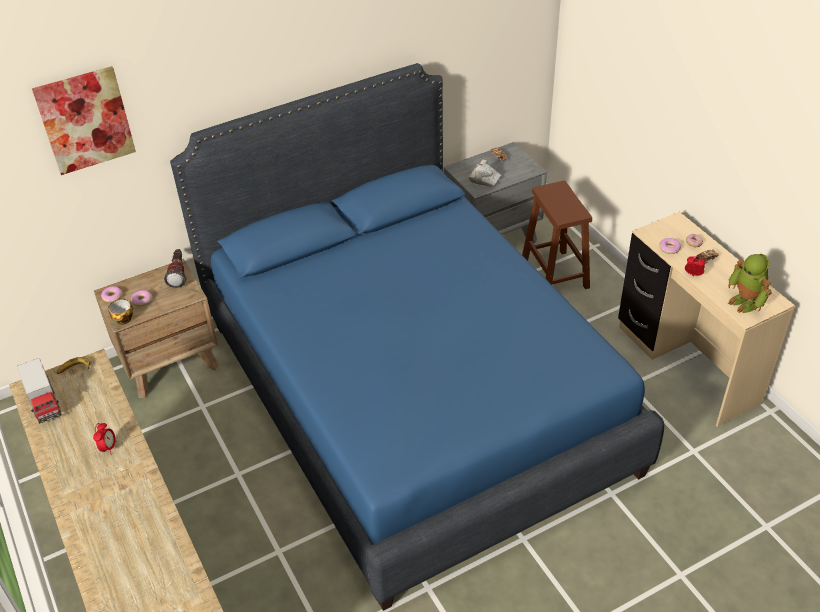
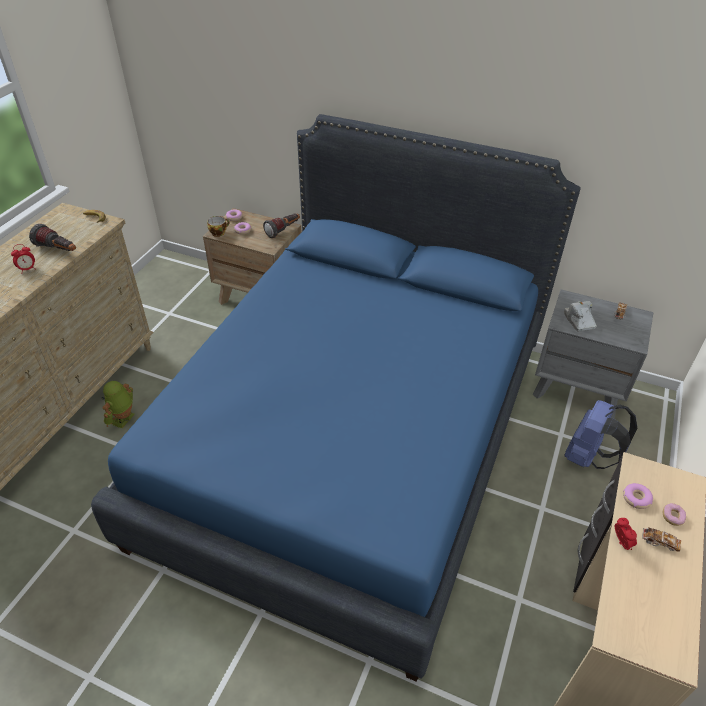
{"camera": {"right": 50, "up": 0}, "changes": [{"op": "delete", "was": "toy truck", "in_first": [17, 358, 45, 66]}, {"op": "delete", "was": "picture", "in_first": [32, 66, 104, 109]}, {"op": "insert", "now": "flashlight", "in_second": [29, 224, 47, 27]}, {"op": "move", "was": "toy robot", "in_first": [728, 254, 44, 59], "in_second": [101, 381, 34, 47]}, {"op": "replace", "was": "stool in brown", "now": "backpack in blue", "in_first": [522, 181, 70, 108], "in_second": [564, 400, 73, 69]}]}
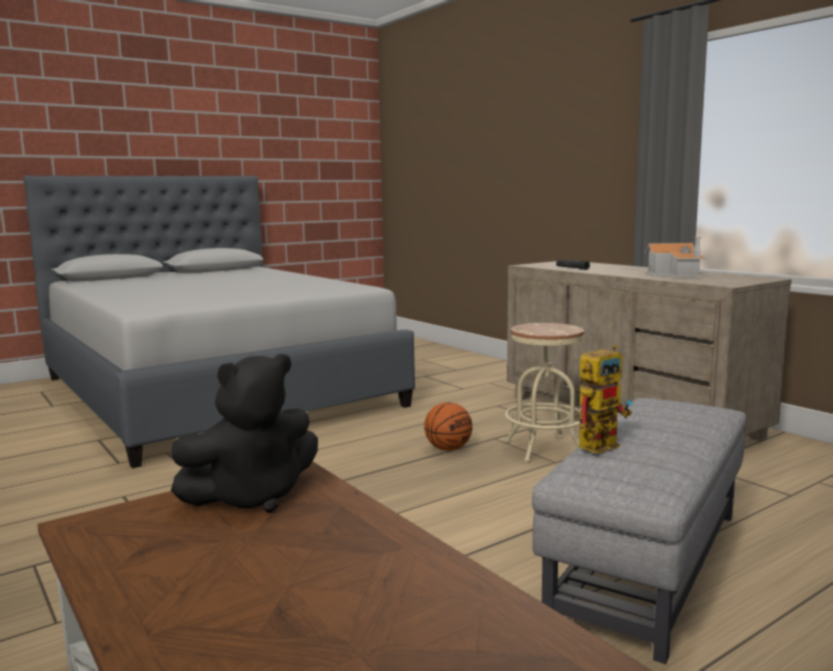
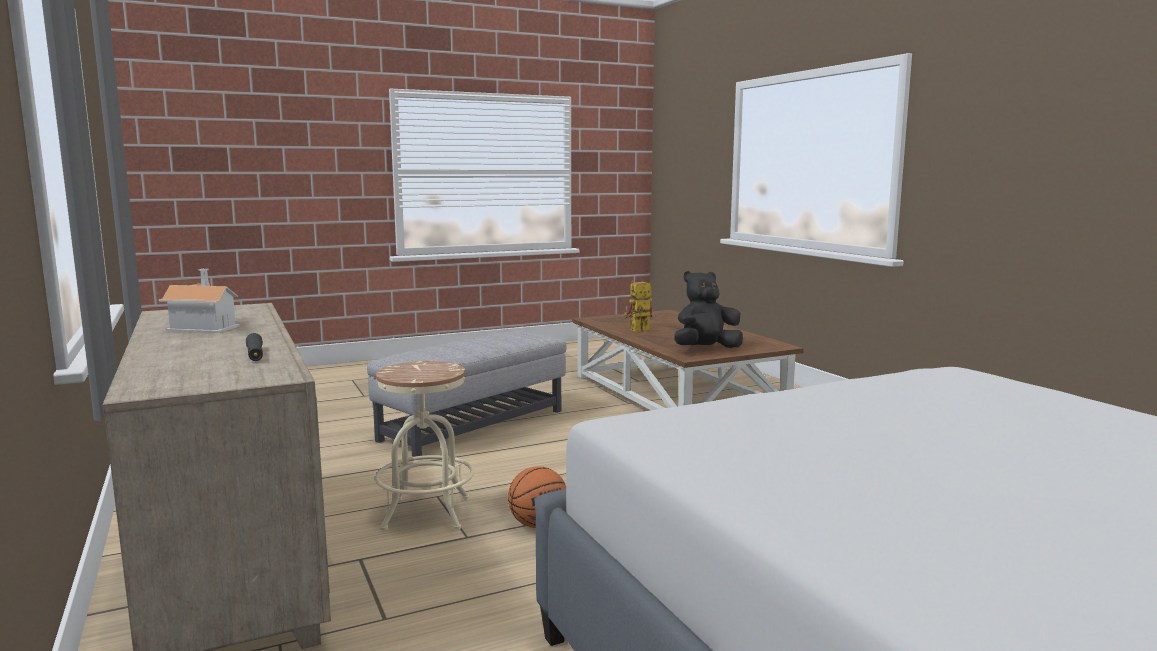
{"camera": {"right": -170, "up": 0}, "changes": [{"op": "move", "was": "toy robot", "in_first": [579, 345, 53, 109], "in_second": [624, 280, 29, 51]}]}
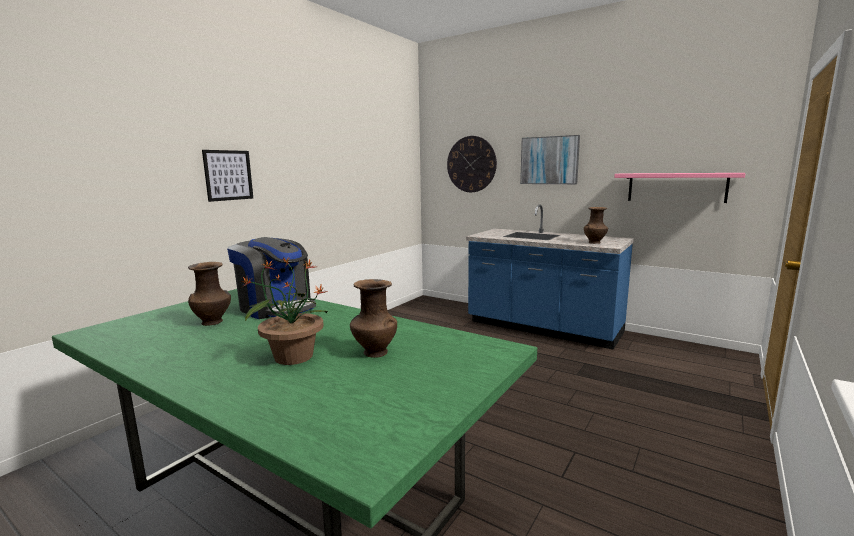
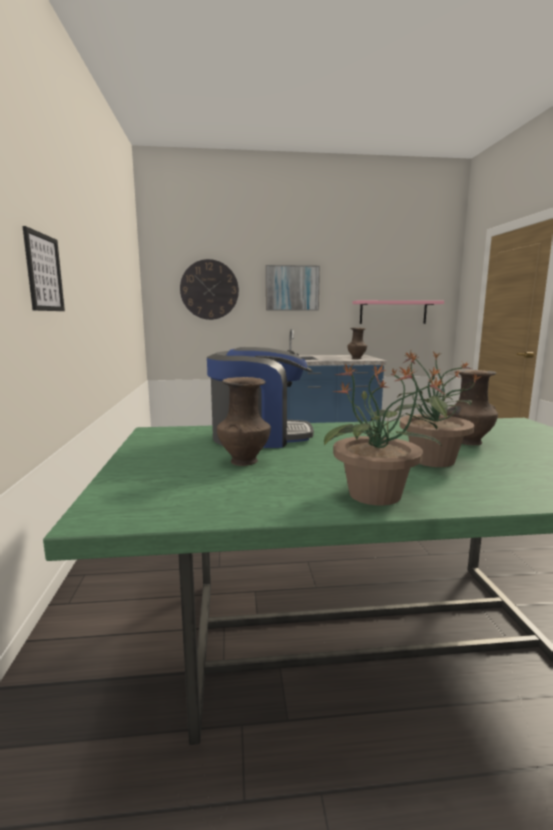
{"camera": {"right": -40, "up": 0}, "changes": [{"op": "insert", "now": "potted plant", "in_second": [324, 364, 121, 142]}]}
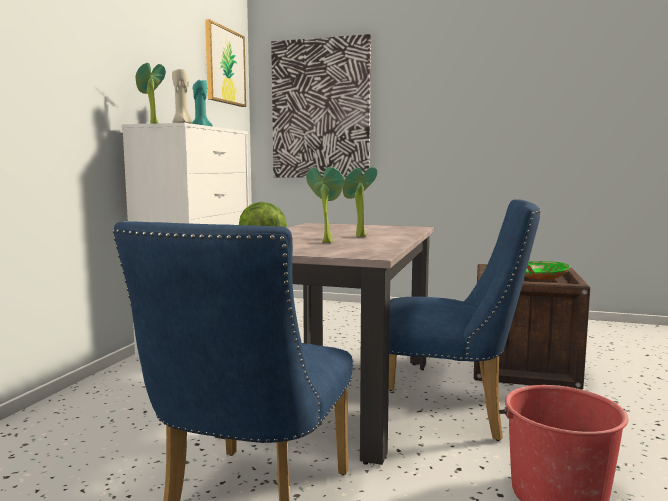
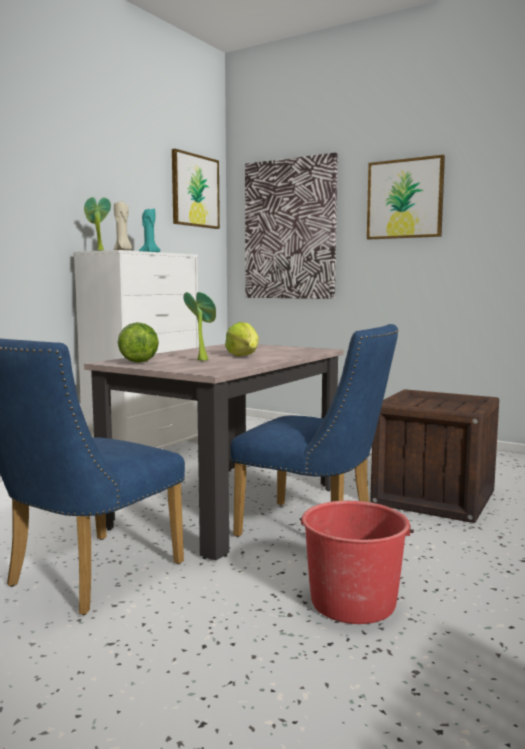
{"camera": {"right": 15, "up": 0}, "changes": [{"op": "delete", "was": "bowl in green", "in_first": [525, 261, 45, 19]}, {"op": "insert", "now": "picture", "in_second": [367, 155, 78, 85]}, {"op": "replace", "was": "potted plant", "now": "lettuce", "in_first": [343, 167, 34, 70], "in_second": [225, 322, 34, 34]}]}
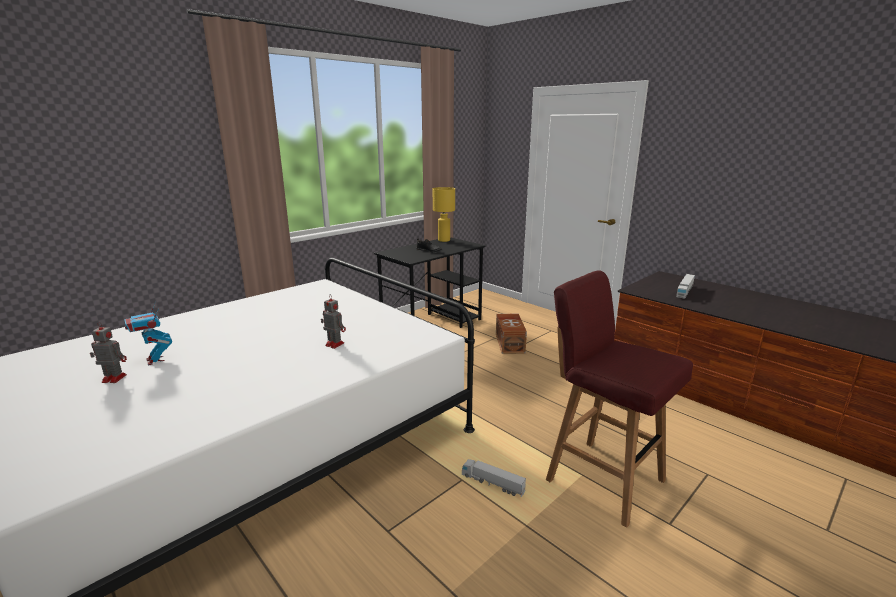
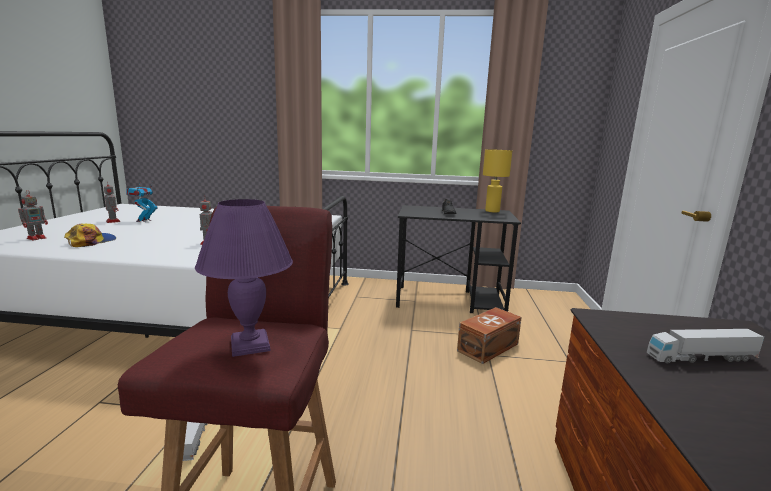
{"camera": {"right": 50, "up": -5}, "changes": [{"op": "insert", "now": "toy robot", "in_second": [18, 190, 30, 50]}, {"op": "insert", "now": "cap", "in_second": [64, 224, 52, 23]}, {"op": "insert", "now": "table lamp in purple", "in_second": [195, 199, 98, 158]}]}
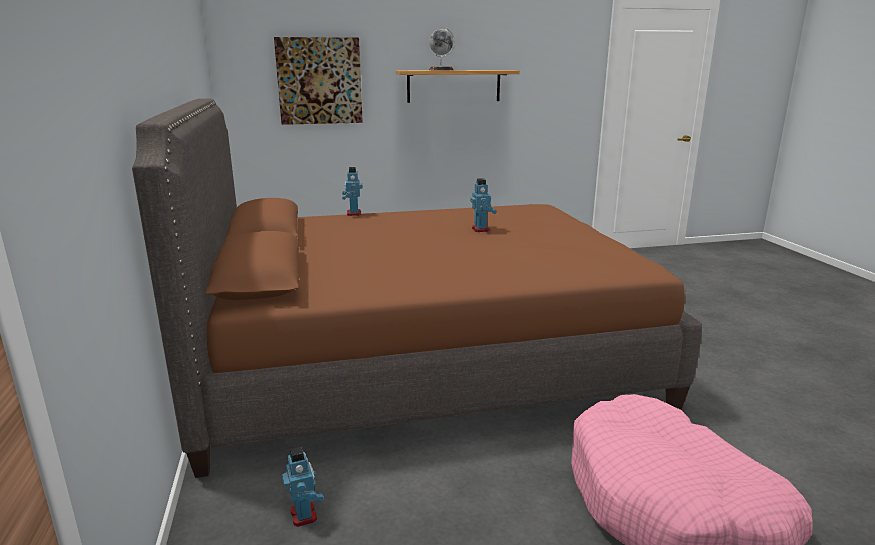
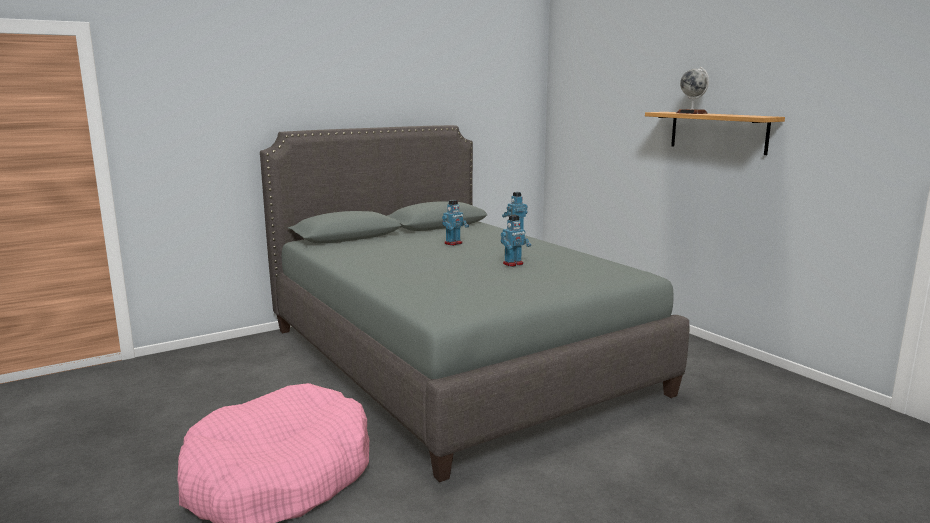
{"camera": {"right": 70, "up": -5}, "changes": [{"op": "delete", "was": "picture", "in_first": [274, 37, 89, 88]}, {"op": "move", "was": "toy robot", "in_first": [282, 447, 42, 80], "in_second": [442, 199, 27, 47]}, {"op": "recolor", "was": "bed in brown", "now": "bed in grey", "in_first": [132, 98, 570, 380], "in_second": [260, 125, 430, 357]}]}
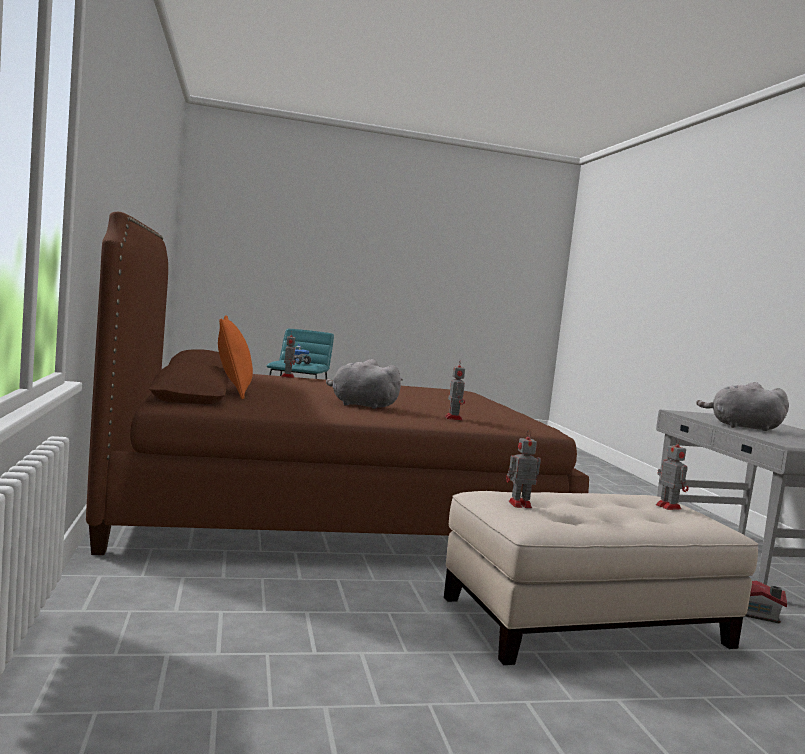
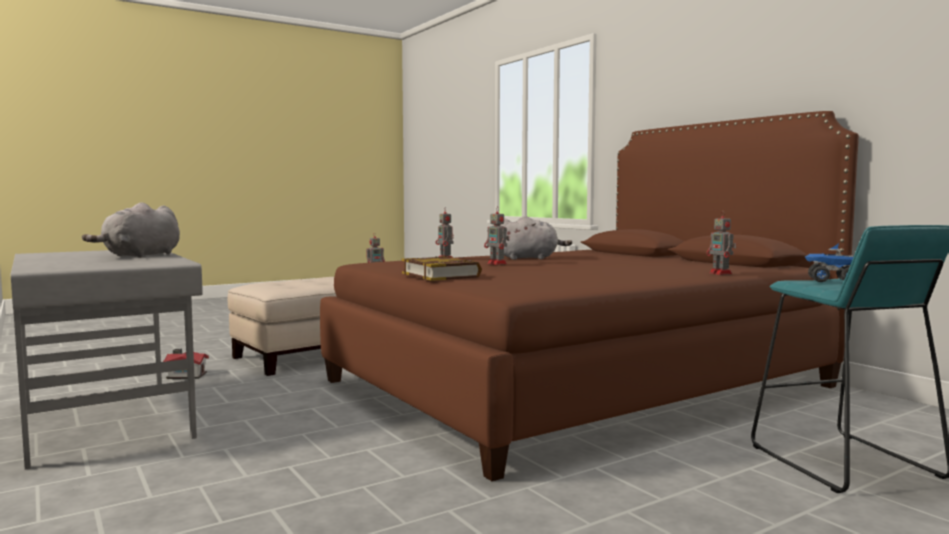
{"camera": {"right": 160, "up": 0}, "changes": [{"op": "delete", "was": "pillow in orange", "in_first": [218, 315, 35, 84]}, {"op": "insert", "now": "book", "in_second": [402, 256, 80, 25]}, {"op": "move", "was": "toy robot", "in_first": [656, 438, 33, 72], "in_second": [484, 207, 26, 58]}, {"op": "rotate", "was": "plush toy in grey", "in_first": [697, 382, 92, 49], "in_second": [82, 202, 98, 56], "clockwise": 120}]}
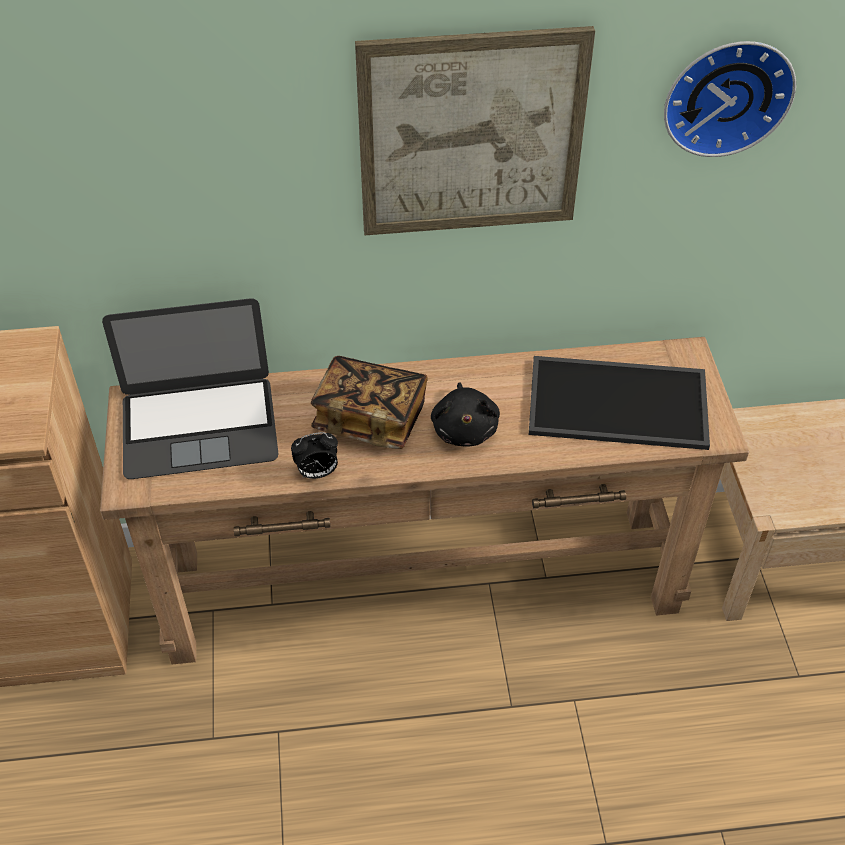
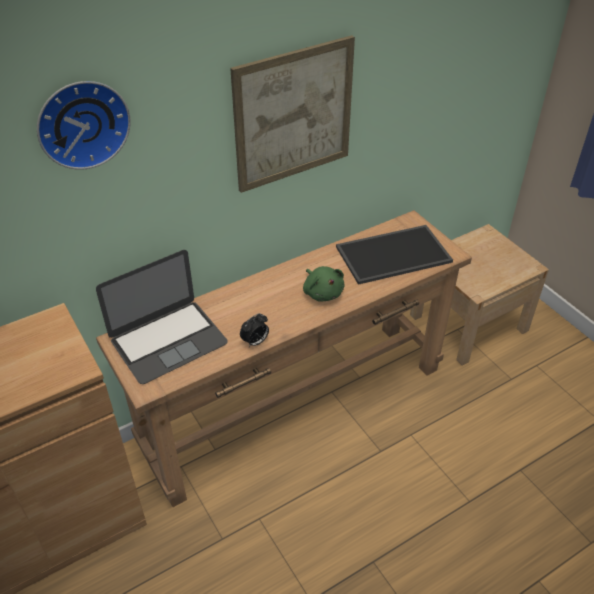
{"camera": {"right": -25, "up": -5}, "changes": [{"op": "delete", "was": "book", "in_first": [311, 356, 117, 93]}, {"op": "move", "was": "wall clock", "in_first": [664, 41, 132, 116], "in_second": [37, 81, 93, 89]}, {"op": "recolor", "was": "plush toy in black", "now": "plush toy in green", "in_first": [431, 382, 69, 65], "in_second": [303, 266, 42, 36]}]}
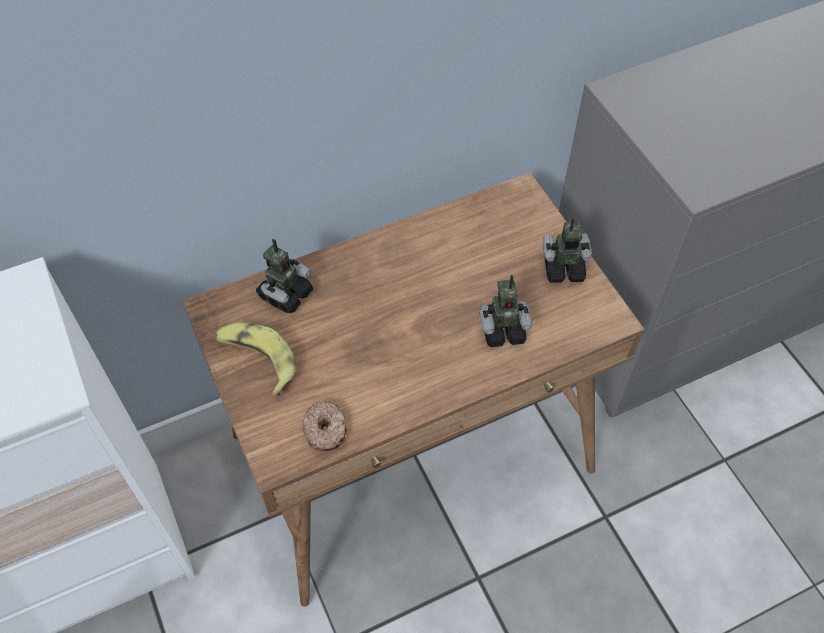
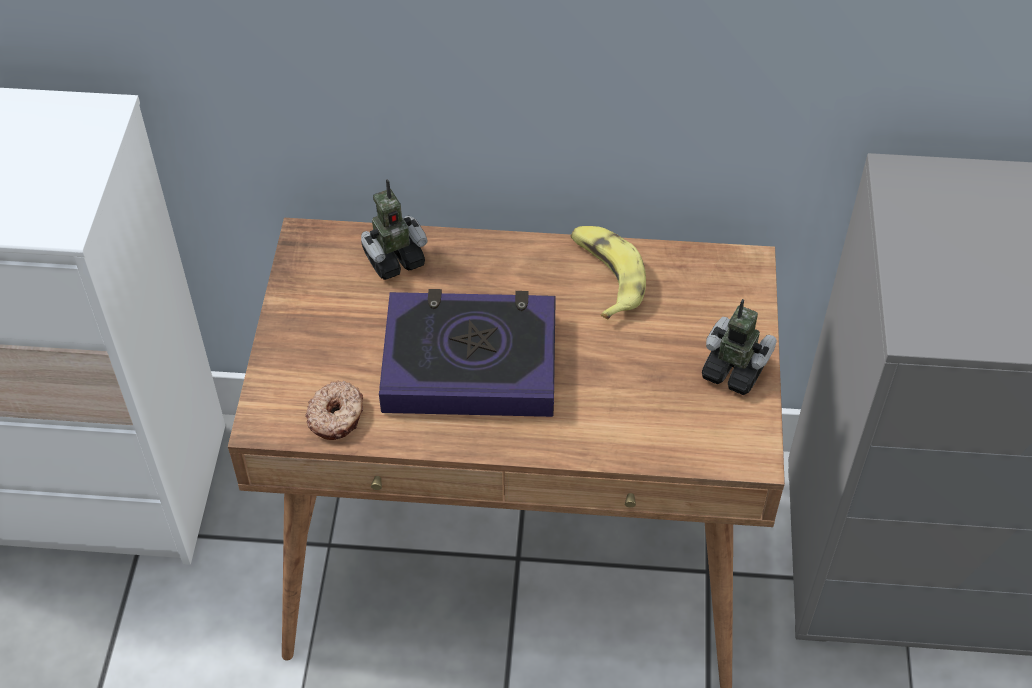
{"camera": {"right": 30, "up": -5}, "changes": [{"op": "delete", "was": "toy robot", "in_first": [480, 275, 52, 72]}, {"op": "insert", "now": "book", "in_second": [379, 289, 177, 128]}, {"op": "move", "was": "banana", "in_first": [215, 322, 81, 74], "in_second": [570, 226, 76, 93]}]}
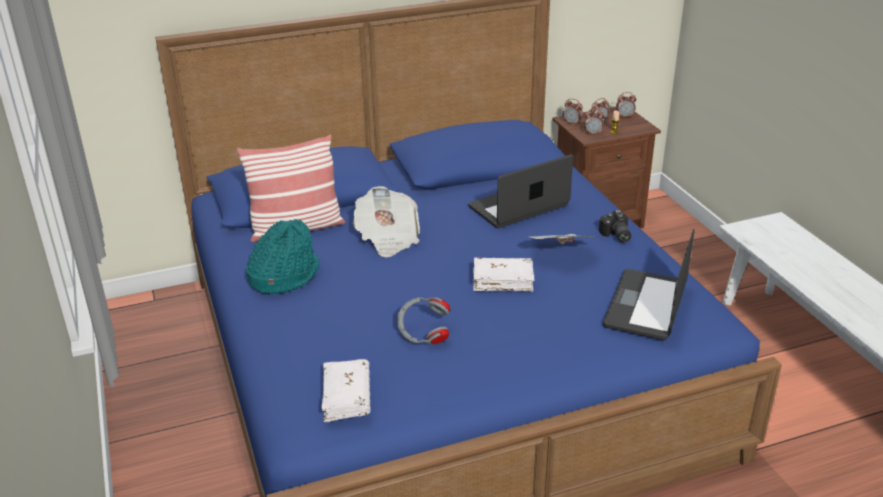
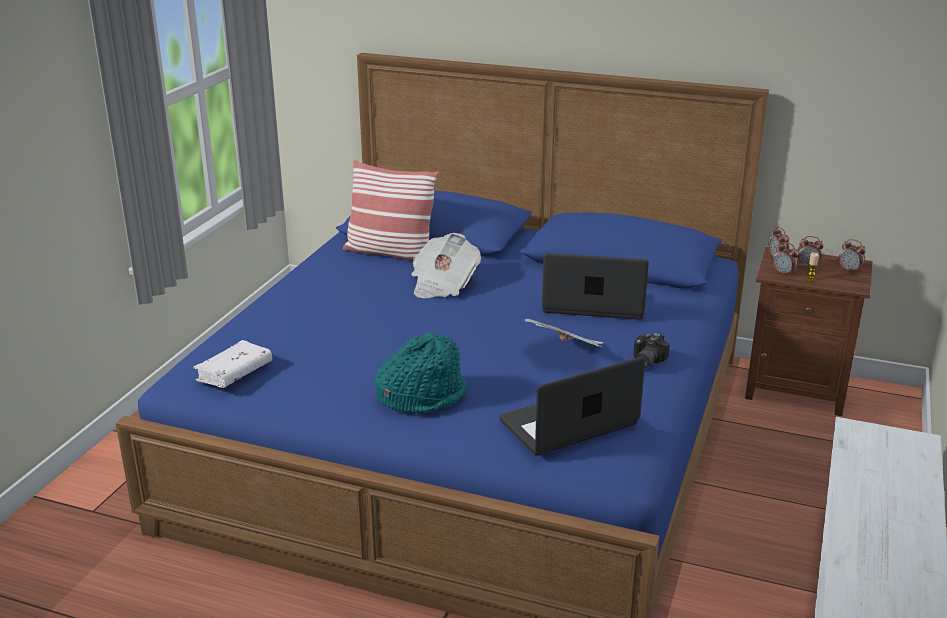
{"camera": {"right": 40, "up": -5}, "changes": [{"op": "delete", "was": "headphones in grey", "in_first": [398, 297, 52, 47]}, {"op": "delete", "was": "book in white", "in_first": [473, 258, 62, 34]}, {"op": "move", "was": "hat in turquoise", "in_first": [246, 219, 73, 75], "in_second": [375, 332, 92, 82]}]}
